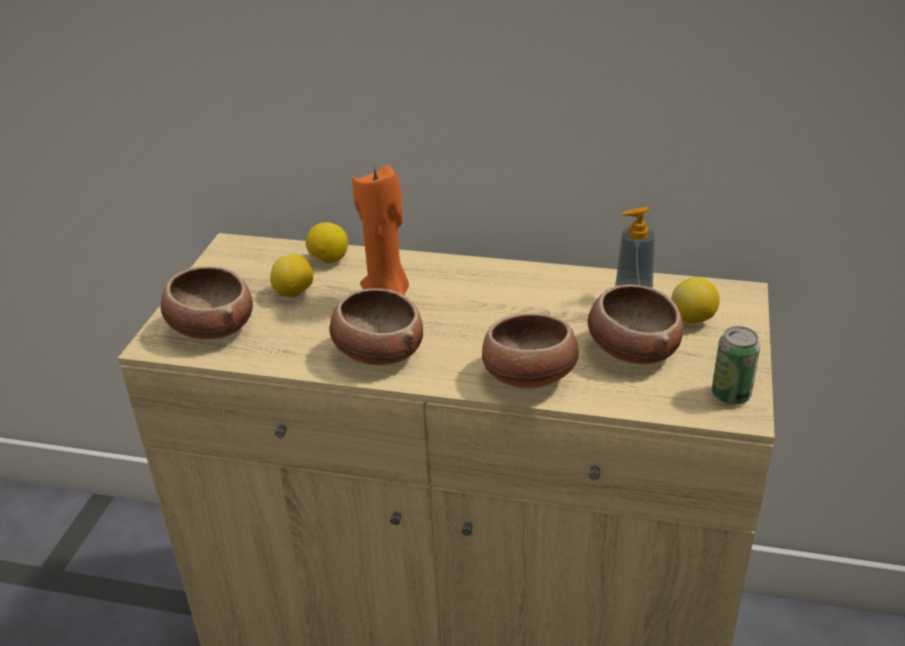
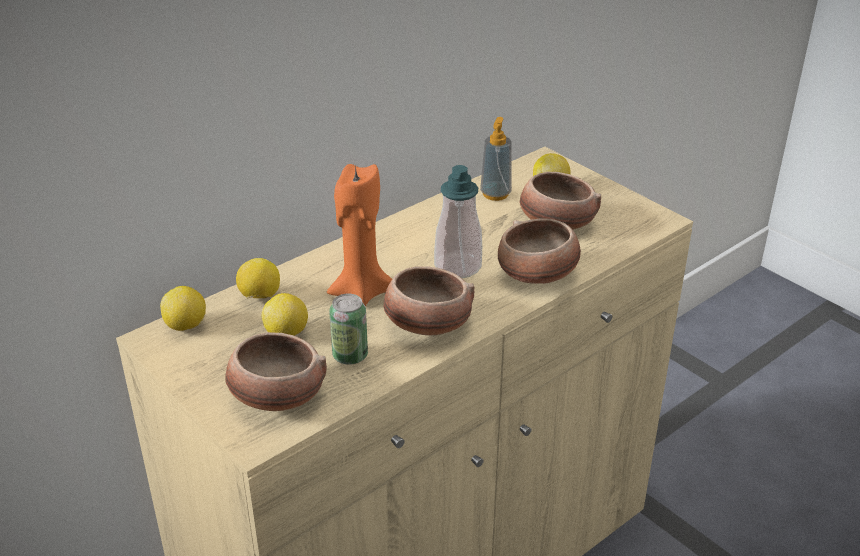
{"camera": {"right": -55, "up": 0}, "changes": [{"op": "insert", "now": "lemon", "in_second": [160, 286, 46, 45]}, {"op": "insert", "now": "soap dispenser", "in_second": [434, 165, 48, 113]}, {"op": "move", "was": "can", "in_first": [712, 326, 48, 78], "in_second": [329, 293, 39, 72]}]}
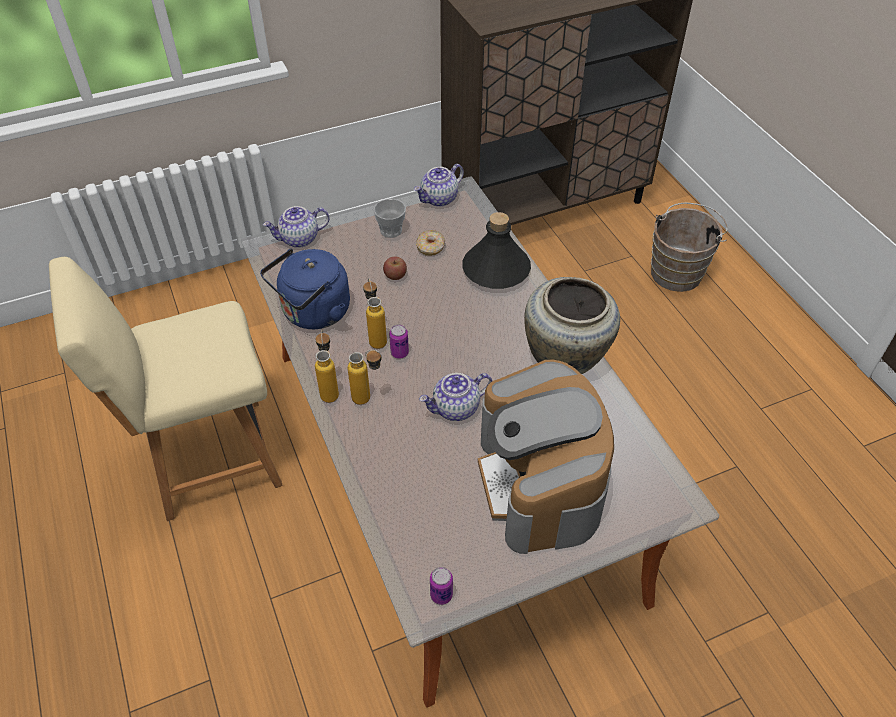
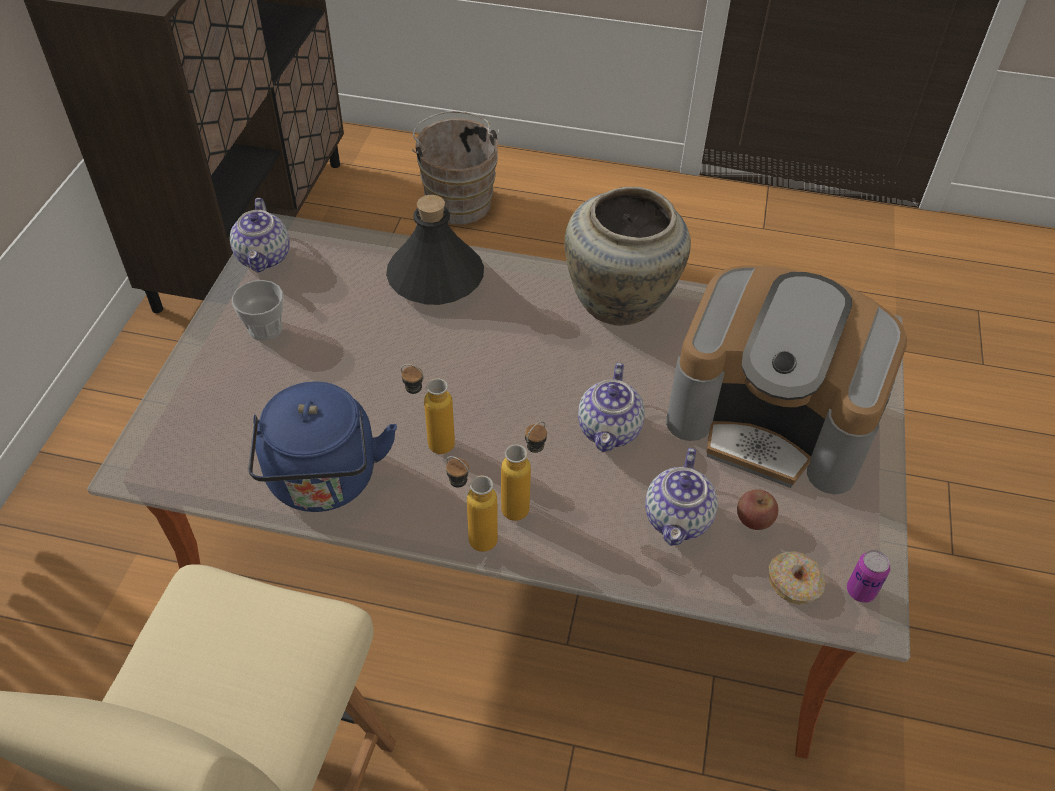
{"camera": {"right": -55, "up": 0}, "changes": [{"op": "delete", "was": "can", "in_first": [389, 324, 20, 35]}, {"op": "move", "was": "teapot", "in_first": [263, 206, 66, 42], "in_second": [645, 448, 73, 98]}, {"op": "move", "was": "apple", "in_first": [383, 257, 24, 23], "in_second": [737, 489, 41, 41]}, {"op": "move", "was": "donut", "in_first": [416, 230, 29, 26], "in_second": [769, 551, 56, 54]}]}
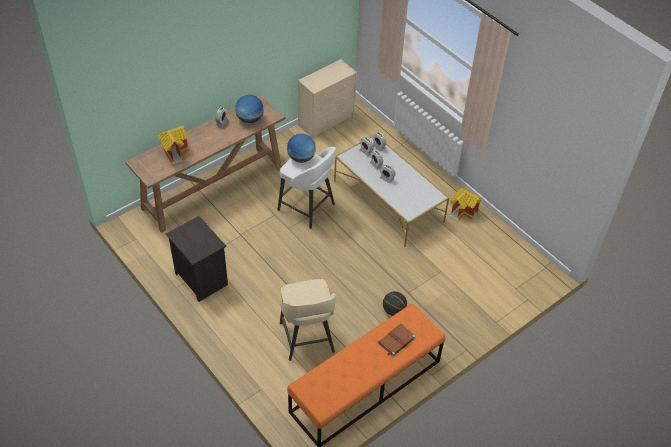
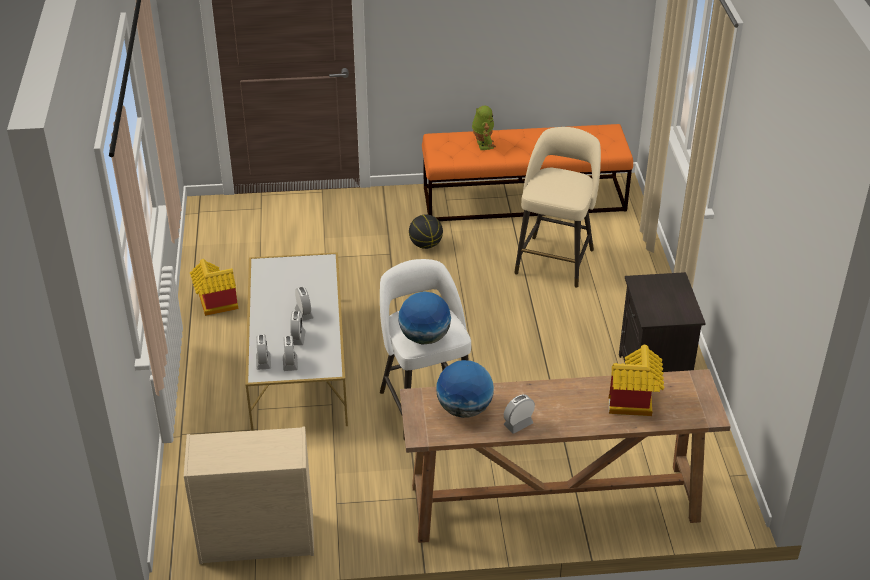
{"camera": {"right": -145, "up": -10}, "changes": [{"op": "replace", "was": "book in brown", "now": "toy robot", "in_first": [378, 324, 38, 33], "in_second": [472, 106, 24, 44]}]}
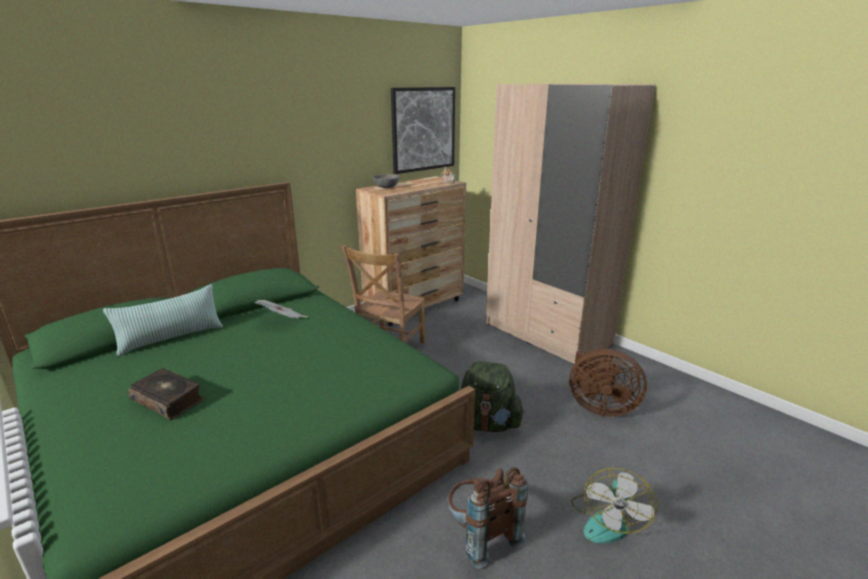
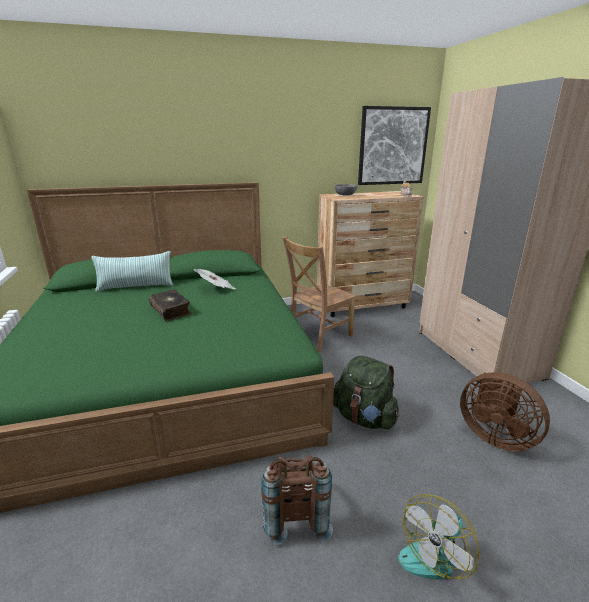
{"camera": {"right": 25, "up": 0}, "changes": [{"op": "move", "was": "book", "in_first": [127, 368, 78, 52], "in_second": [149, 289, 43, 32]}]}
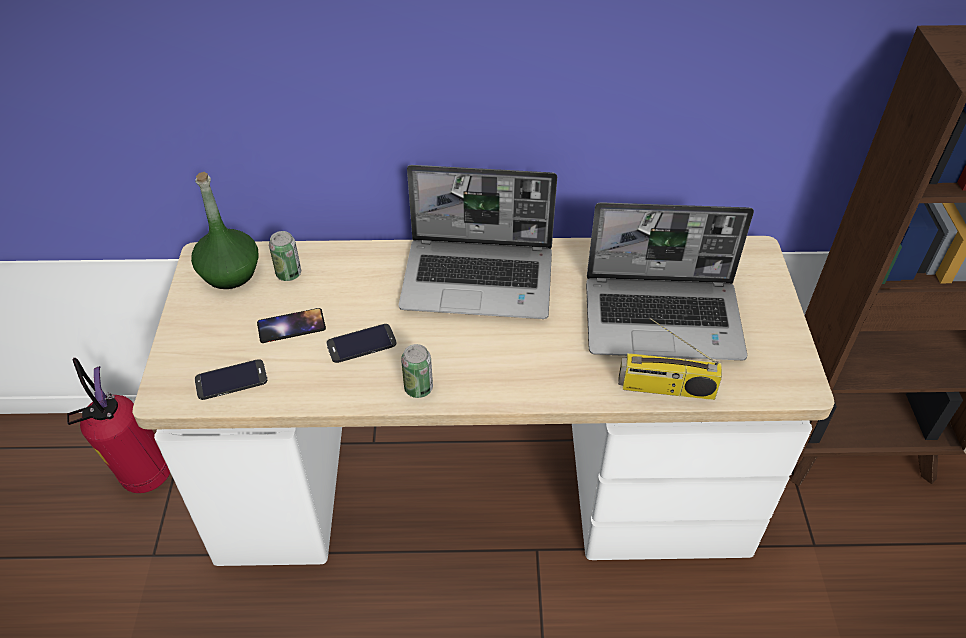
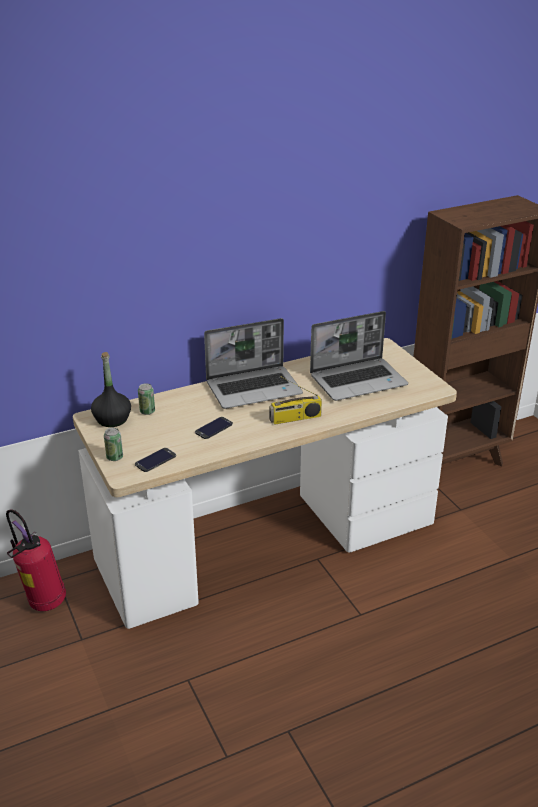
{"camera": {"right": -25, "up": -15}, "changes": [{"op": "delete", "was": "phone", "in_first": [257, 308, 69, 35]}, {"op": "move", "was": "can", "in_first": [401, 344, 32, 54], "in_second": [104, 428, 19, 33]}, {"op": "move", "was": "radio", "in_first": [618, 318, 104, 82], "in_second": [269, 376, 53, 49]}, {"op": "recolor", "was": "bottle in green", "now": "bottle in black", "in_first": [191, 172, 67, 117], "in_second": [91, 352, 40, 75]}]}
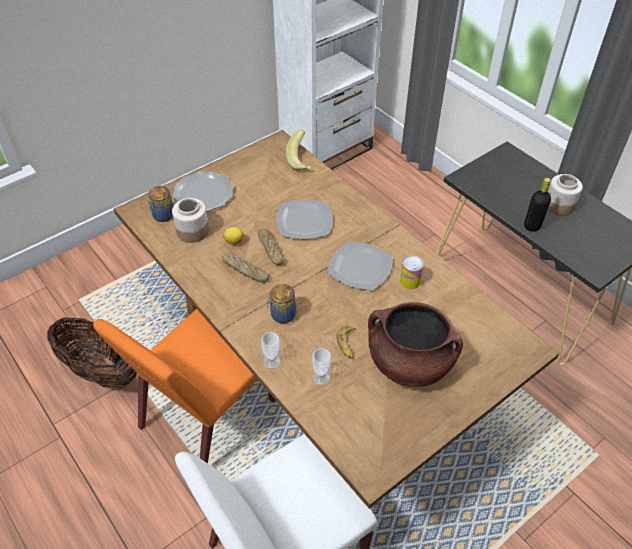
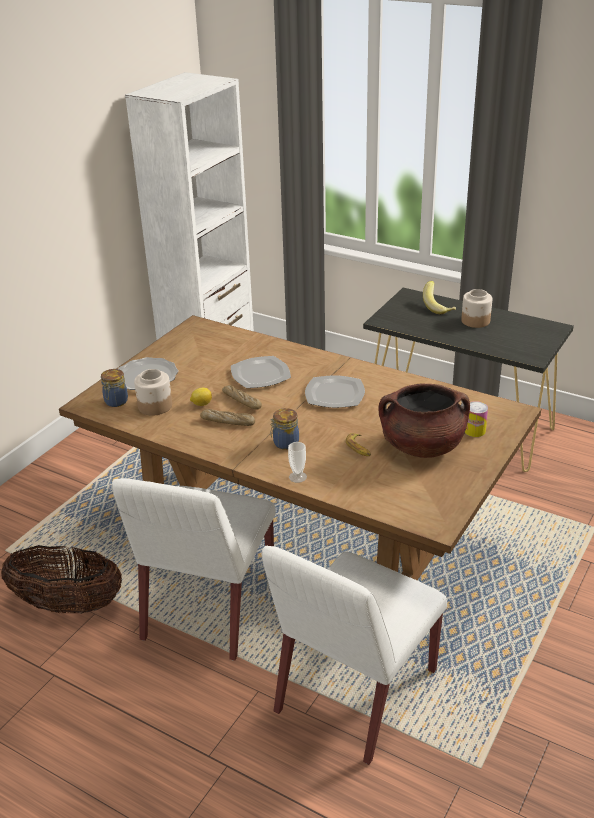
{"camera": {"right": -20, "up": -15}, "changes": [{"op": "delete", "was": "cup", "in_first": [312, 348, 19, 37]}, {"op": "delete", "was": "bottle in black", "in_first": [524, 178, 27, 54]}, {"op": "move", "was": "banana", "in_first": [286, 130, 25, 40], "in_second": [423, 281, 33, 33]}, {"op": "move", "was": "can", "in_first": [400, 255, 24, 34], "in_second": [465, 401, 23, 36]}, {"op": "recolor", "was": "chair in orange", "now": "chair in white", "in_first": [93, 309, 182, 154], "in_second": [112, 478, 164, 183]}]}
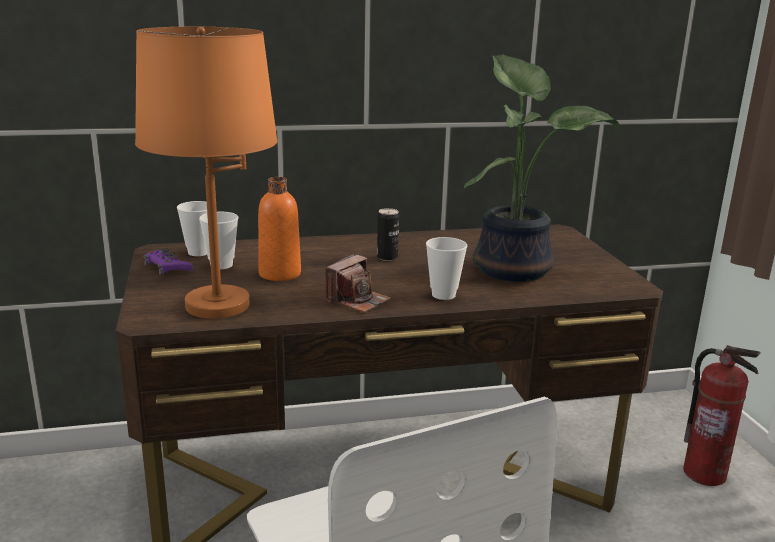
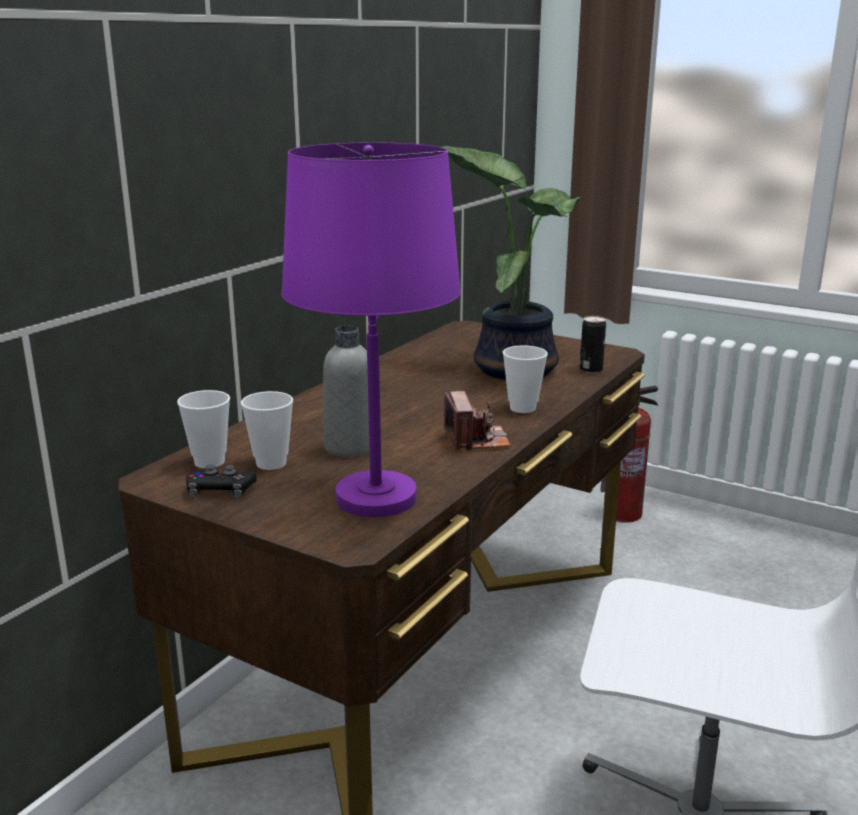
{"camera": {"right": -45, "up": 0}, "changes": [{"op": "move", "was": "can", "in_first": [377, 208, 22, 53], "in_second": [580, 316, 26, 57]}, {"op": "recolor", "was": "table lamp in orange", "now": "table lamp in purple", "in_first": [135, 26, 143, 293], "in_second": [281, 142, 180, 375]}, {"op": "recolor", "was": "game controller in purple", "now": "game controller in black", "in_first": [143, 248, 50, 27], "in_second": [186, 464, 71, 35]}, {"op": "recolor", "was": "bottle in orange", "now": "bottle in grey", "in_first": [258, 177, 43, 104], "in_second": [323, 326, 47, 131]}]}
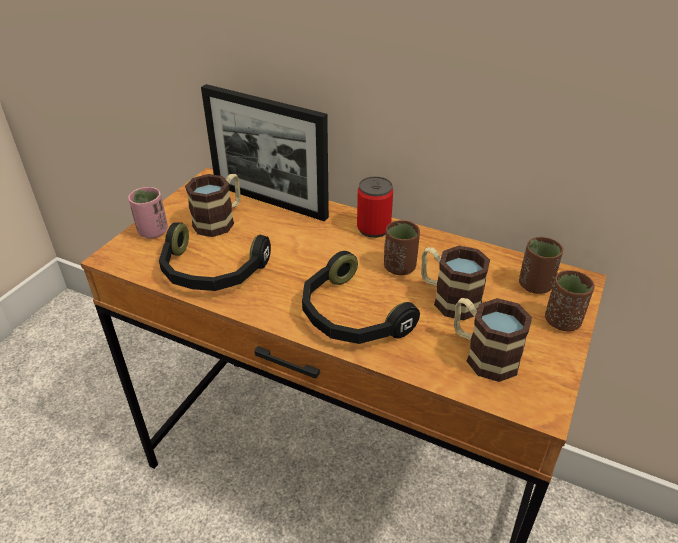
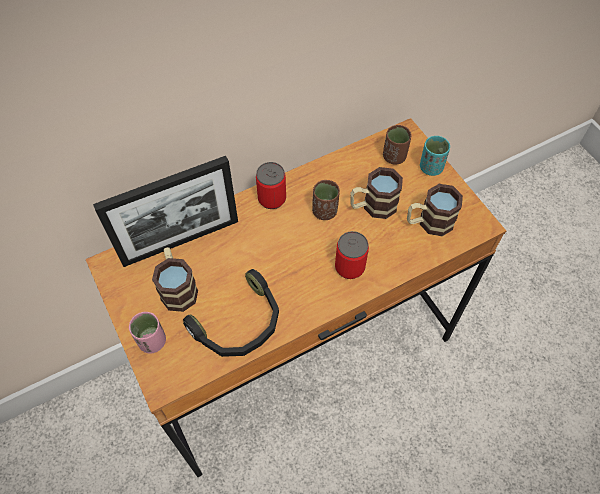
{"camera": {"right": -55, "up": 20}, "changes": [{"op": "replace", "was": "headphones in black", "now": "can", "in_first": [302, 251, 118, 93], "in_second": [335, 231, 34, 48]}, {"op": "recolor", "was": "cup in brown", "now": "cup in turquoise", "in_first": [545, 270, 50, 61], "in_second": [420, 136, 30, 40]}]}
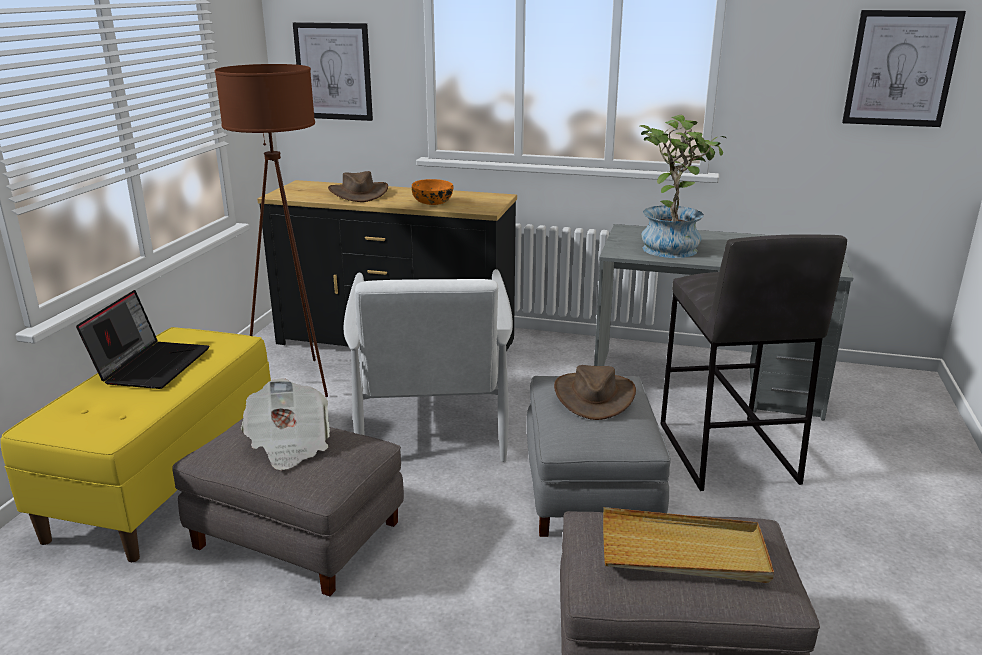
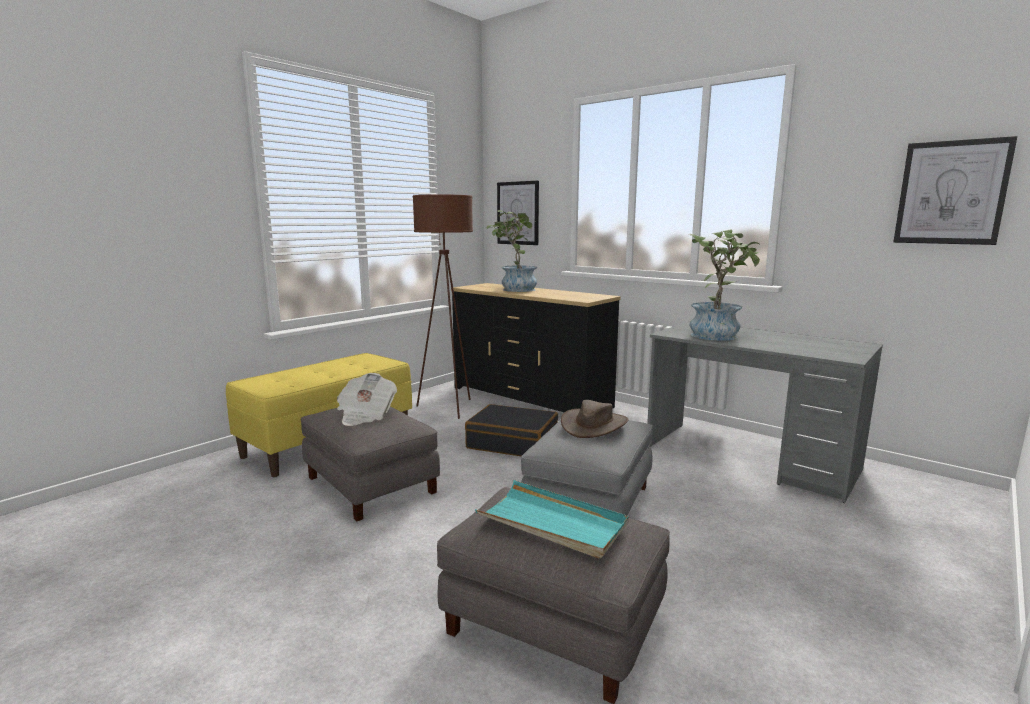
{"camera": {"right": 25, "up": -10}, "changes": [{"op": "delete", "was": "laptop", "in_first": [76, 290, 134, 99]}, {"op": "delete", "was": "bowl in orange", "in_first": [412, 179, 42, 26]}, {"op": "delete", "was": "stool in grey", "in_first": [661, 234, 186, 257]}, {"op": "replace", "was": "hat in brown", "now": "potted plant", "in_first": [328, 171, 60, 31], "in_second": [486, 210, 51, 82]}, {"op": "replace", "was": "armchair in white", "now": "suitcase in black", "in_first": [344, 269, 169, 193], "in_second": [465, 404, 93, 52]}, {"op": "recolor", "was": "tray in beige", "now": "tray in turquoise", "in_first": [603, 507, 171, 76], "in_second": [475, 480, 154, 79]}]}
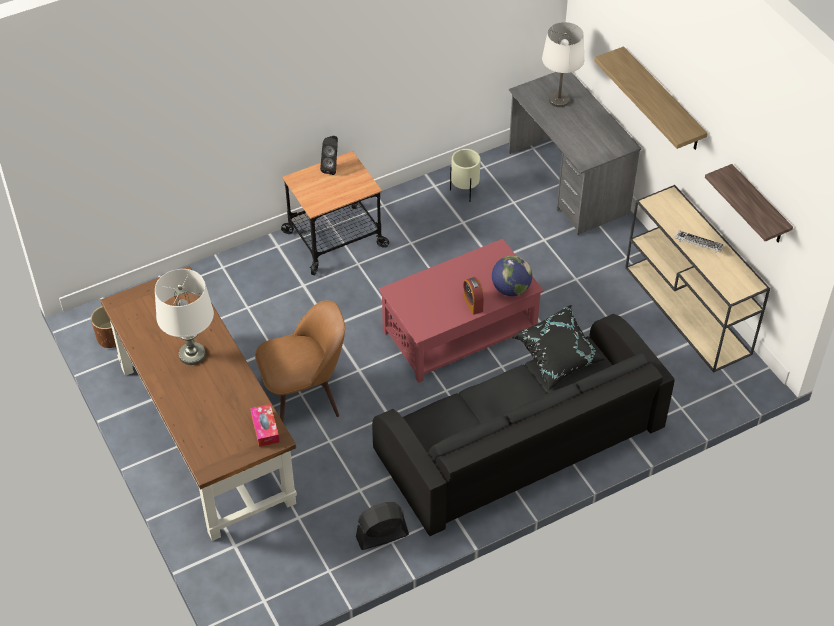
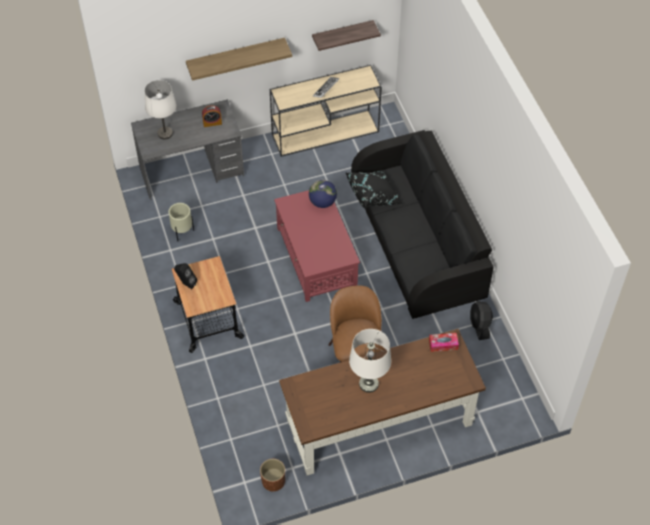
{"camera": {"right": -80, "up": 5}, "changes": [{"op": "move", "was": "alarm clock", "in_first": [463, 277, 21, 38], "in_second": [202, 105, 20, 22]}]}
